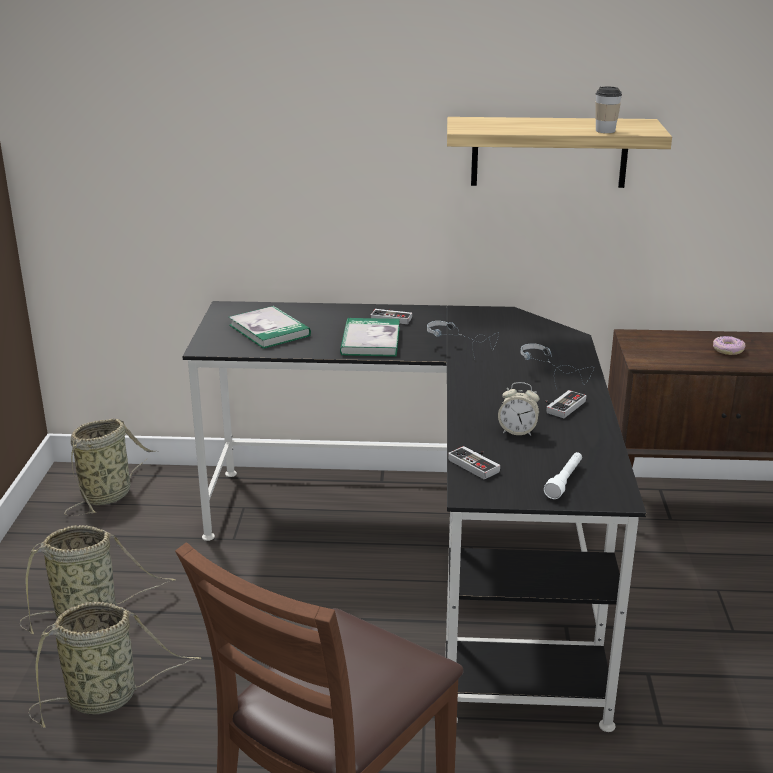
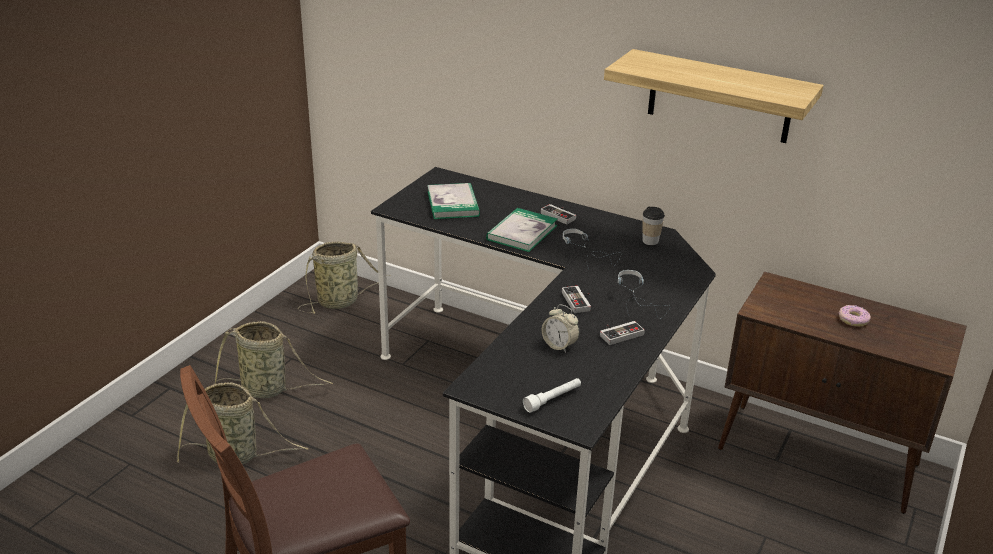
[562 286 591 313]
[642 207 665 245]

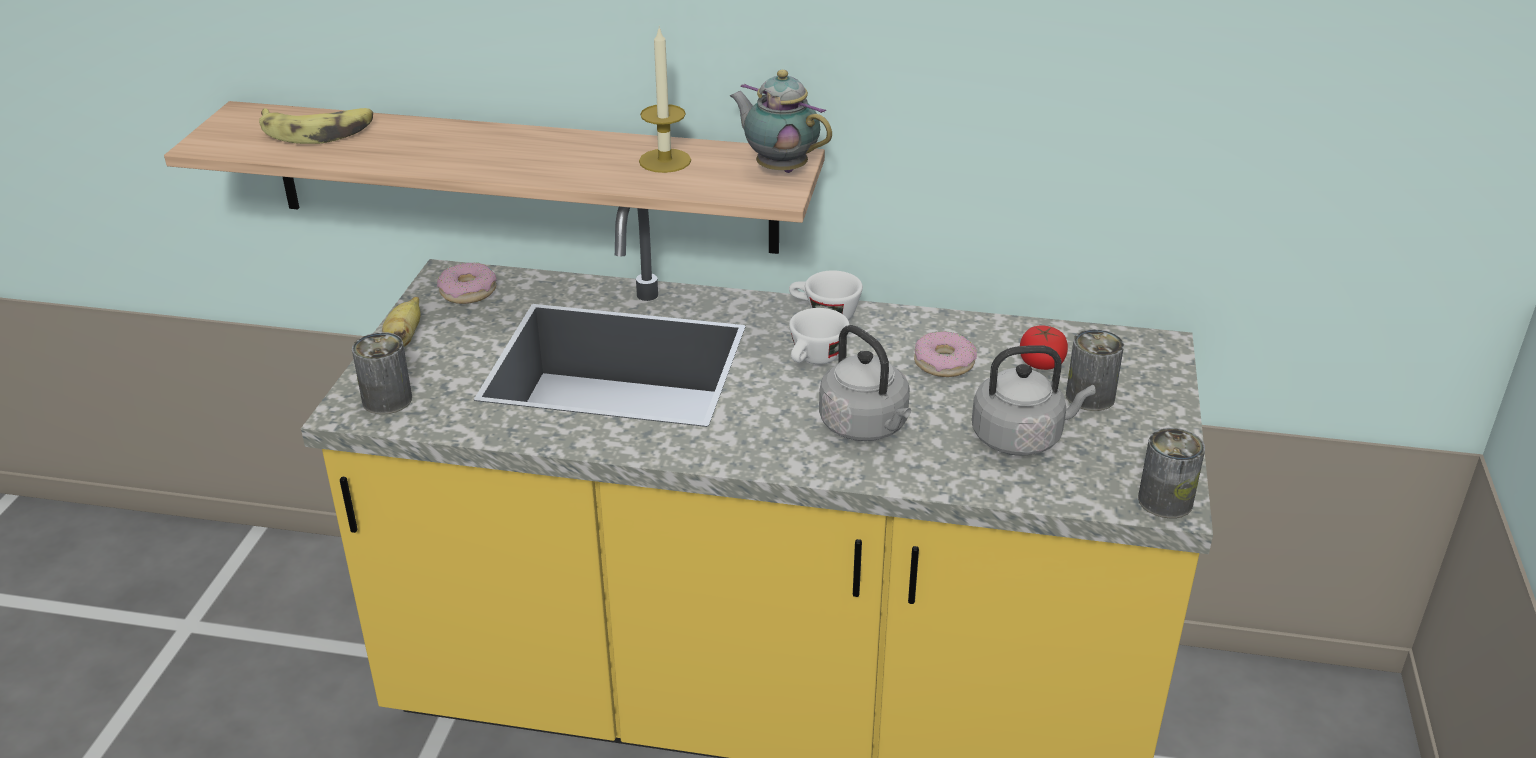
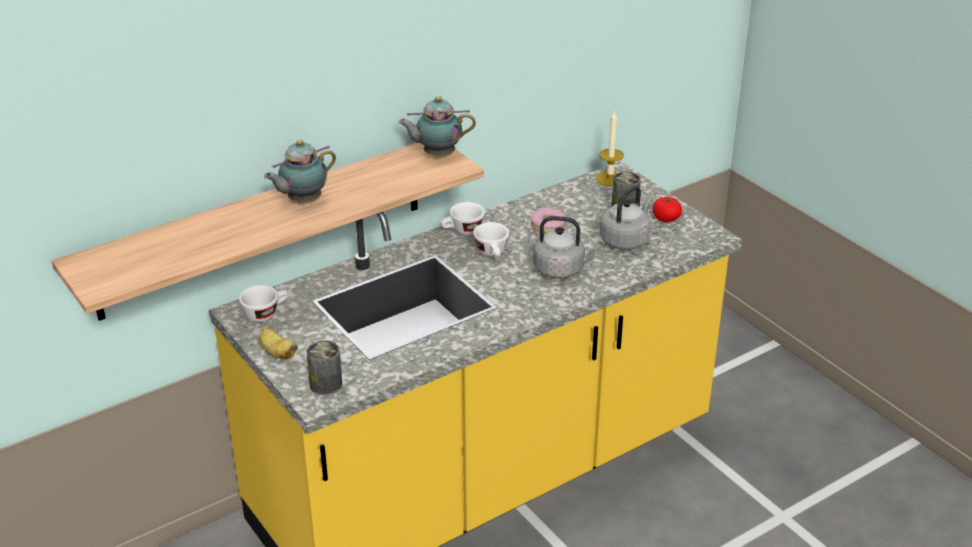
[259 108 373 144] (first image)
[1138 428 1205 518] (first image)
[264 139 336 203]
[596 110 624 187]
[653 197 682 222]
[239 285 288 322]

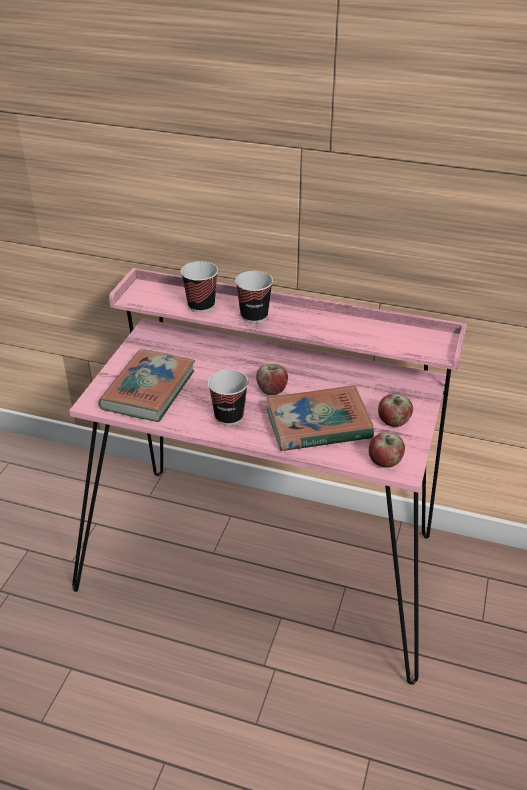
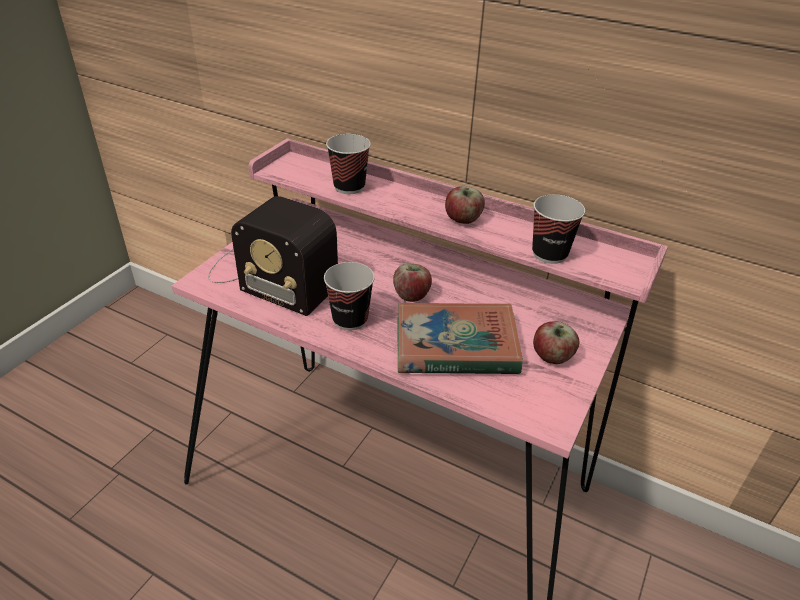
[532 195 585 264]
[445 186 485 224]
[208 196 338 316]

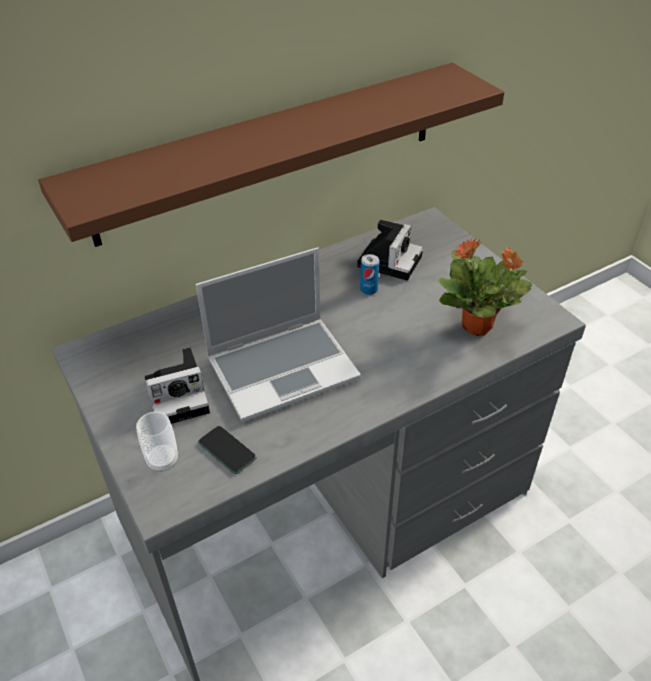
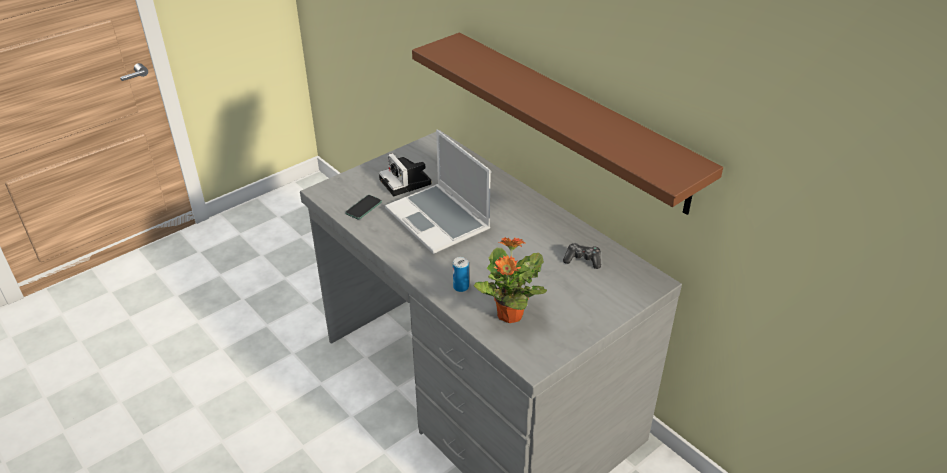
[136 412 178 472] (first image)
[453 257 469 292]
[563 243 601 269]

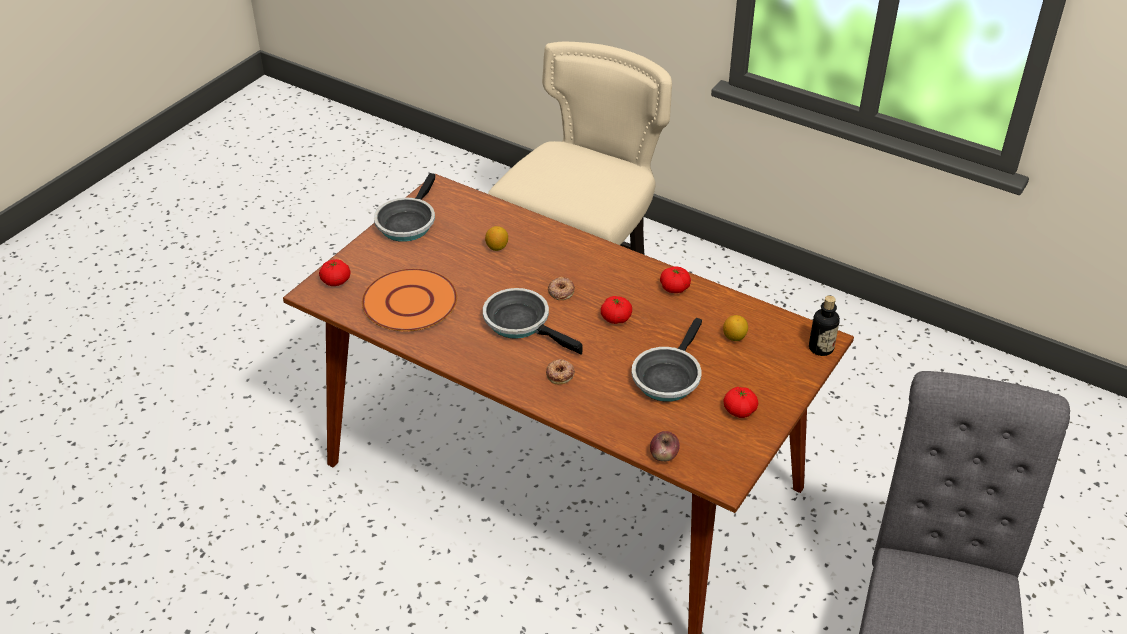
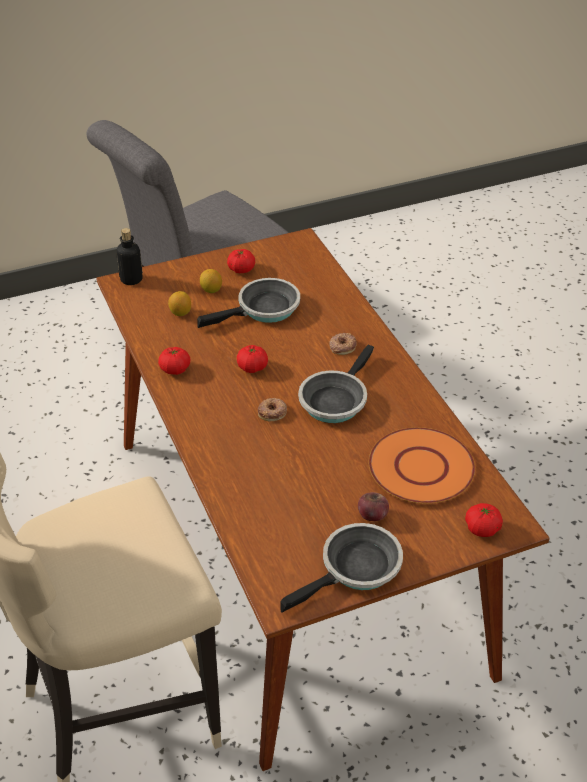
[200 269 222 293]
[358 492 389 521]
[298 345 374 423]

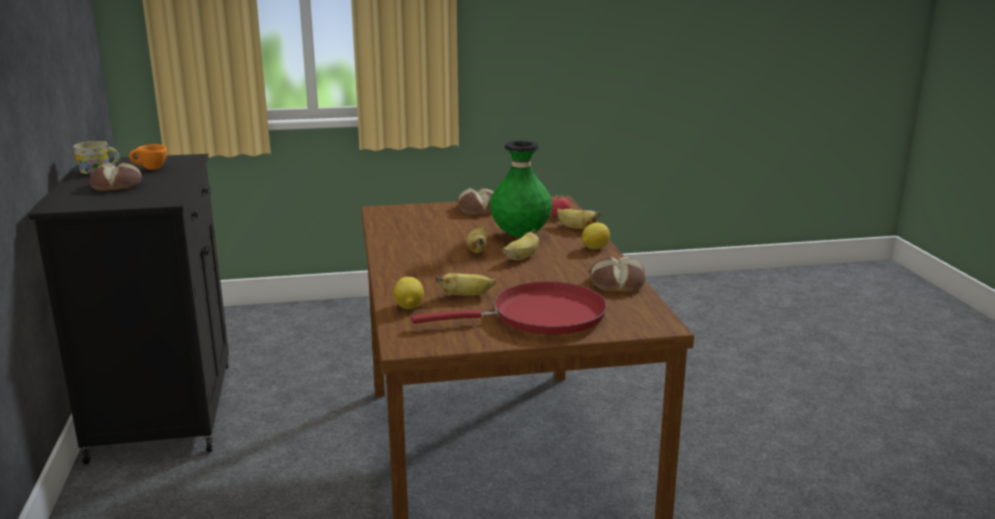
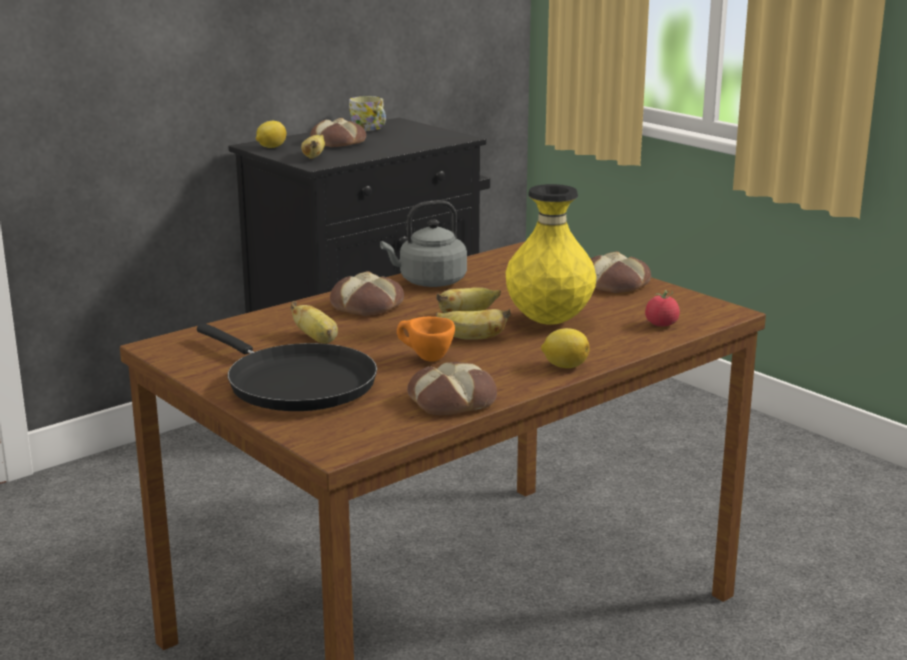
[330 271 404 316]
[380 200 467 287]
[397 317 455 362]
[256 121 286 148]
[301 135 325 159]
[197 324 377 411]
[505 184 597 325]

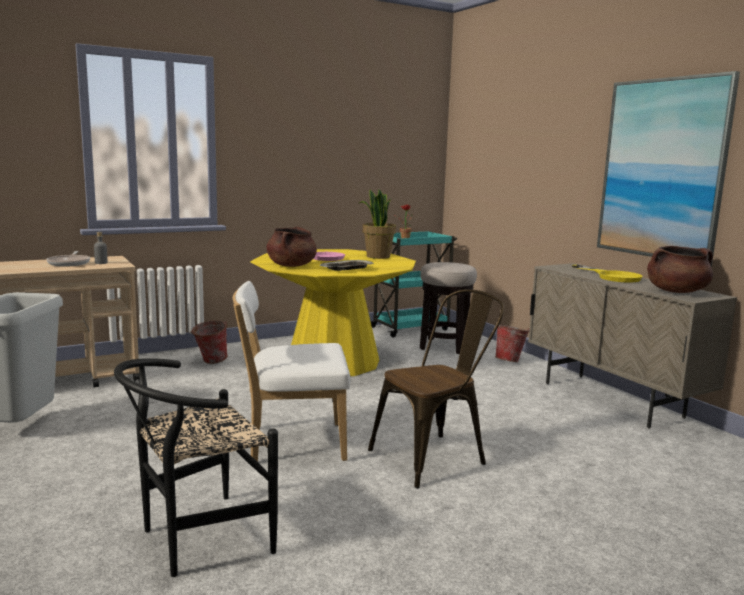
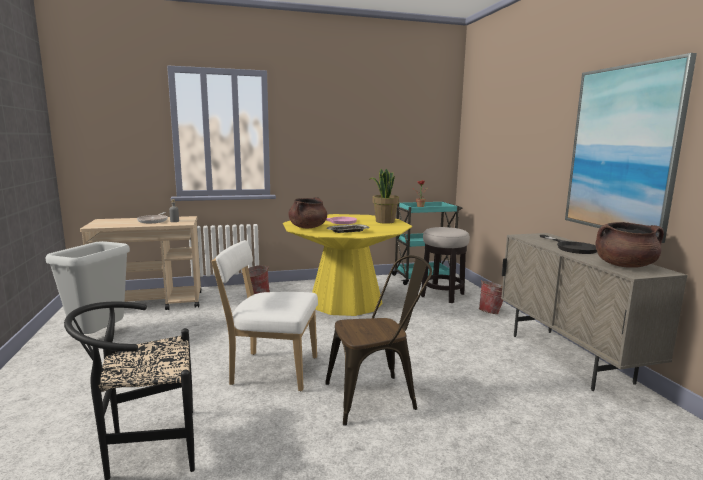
[540 235 597 254]

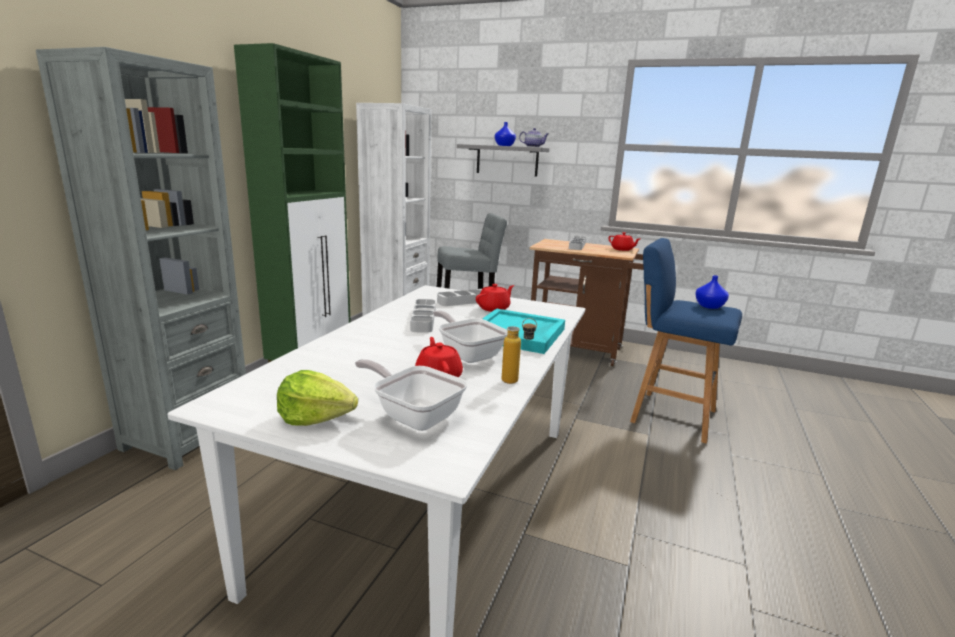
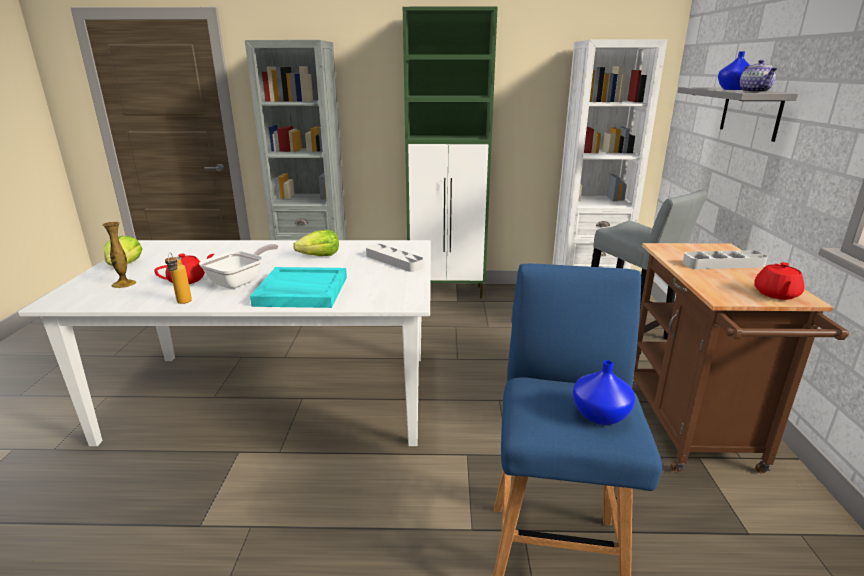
[476 284 514 312] (first image)
[102 222 136 288]
[293 230 339 256]

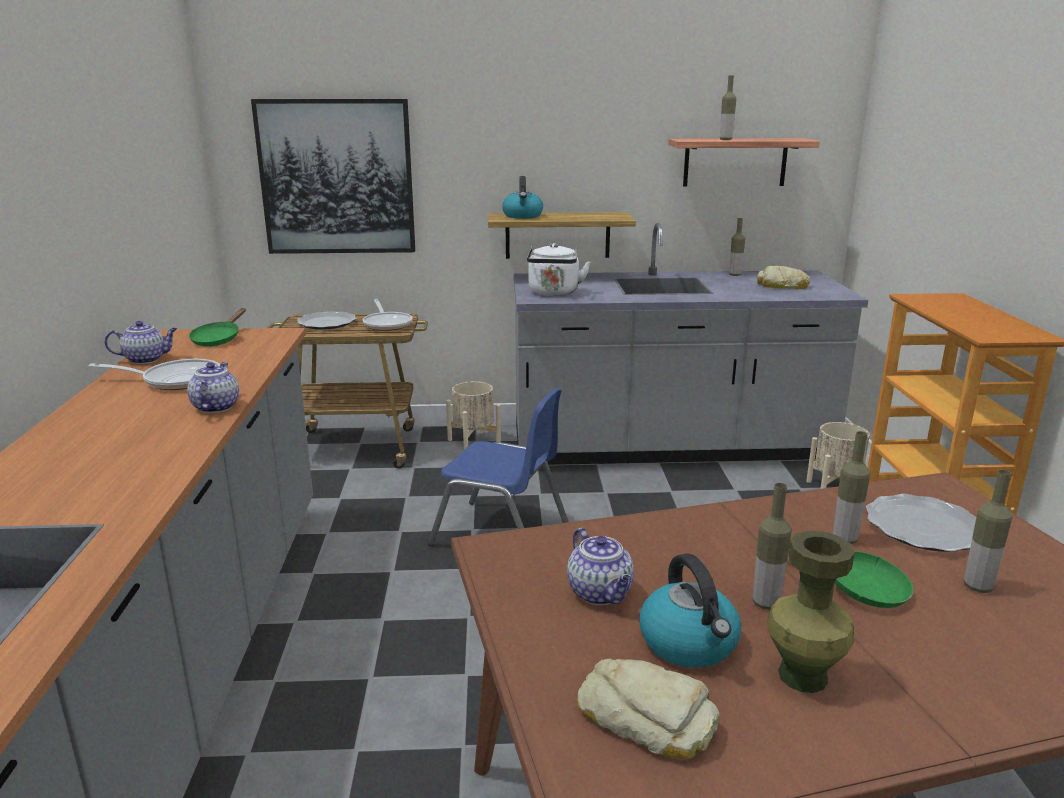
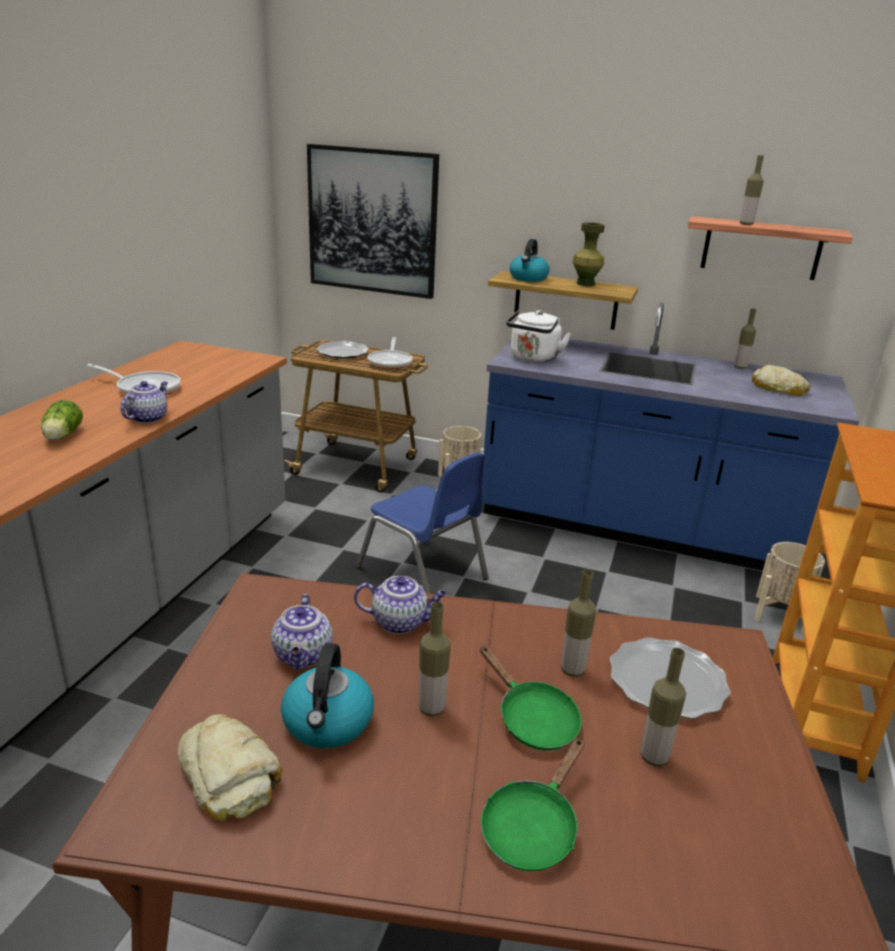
[41 400 83 440]
[354 576 447 634]
[481 737 585 871]
[573 222 605 286]
[482 303 859 571]

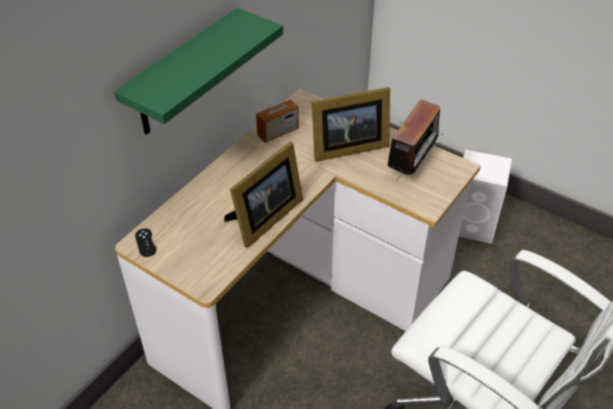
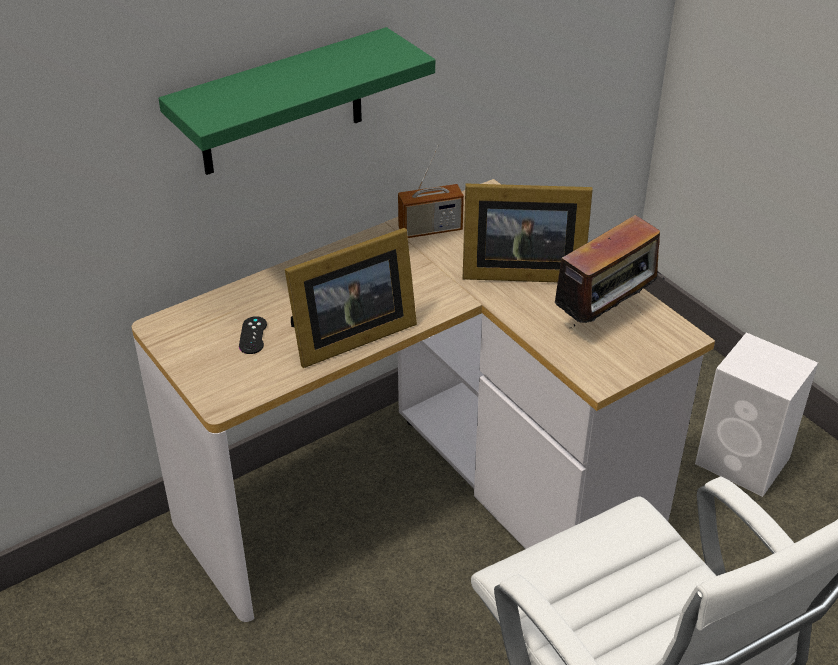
[239 316 267 354]

